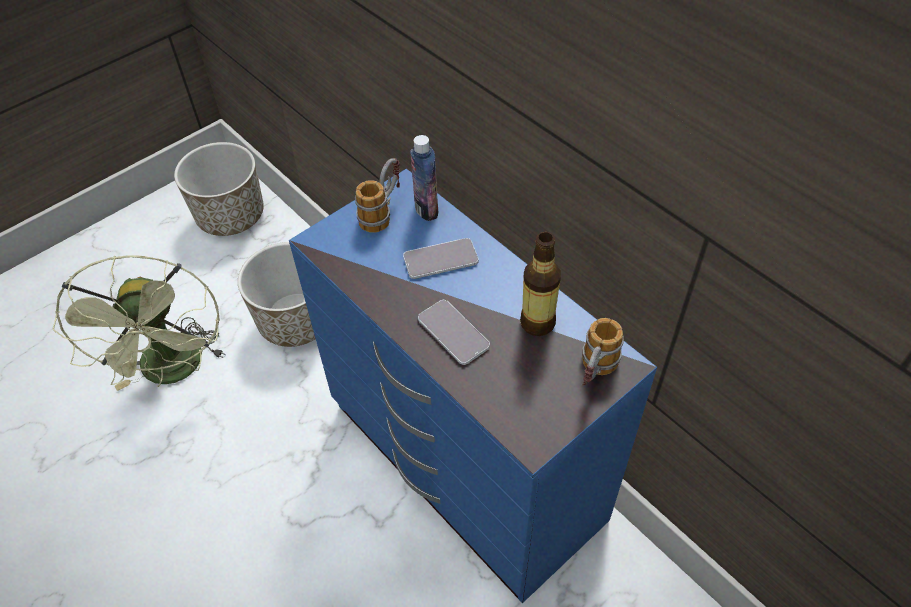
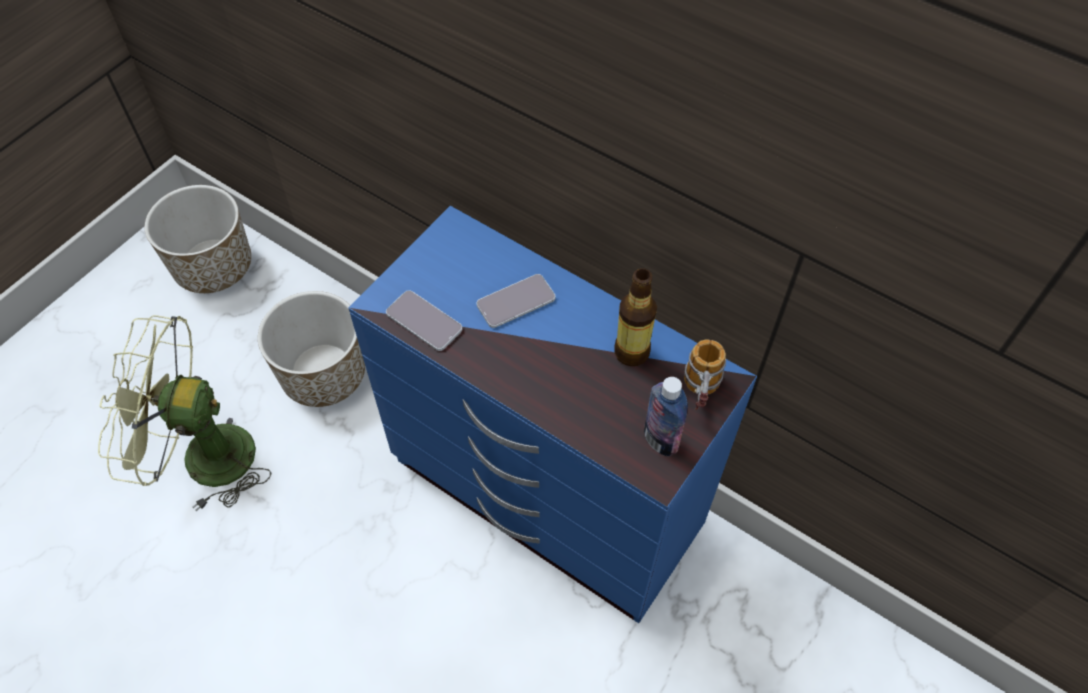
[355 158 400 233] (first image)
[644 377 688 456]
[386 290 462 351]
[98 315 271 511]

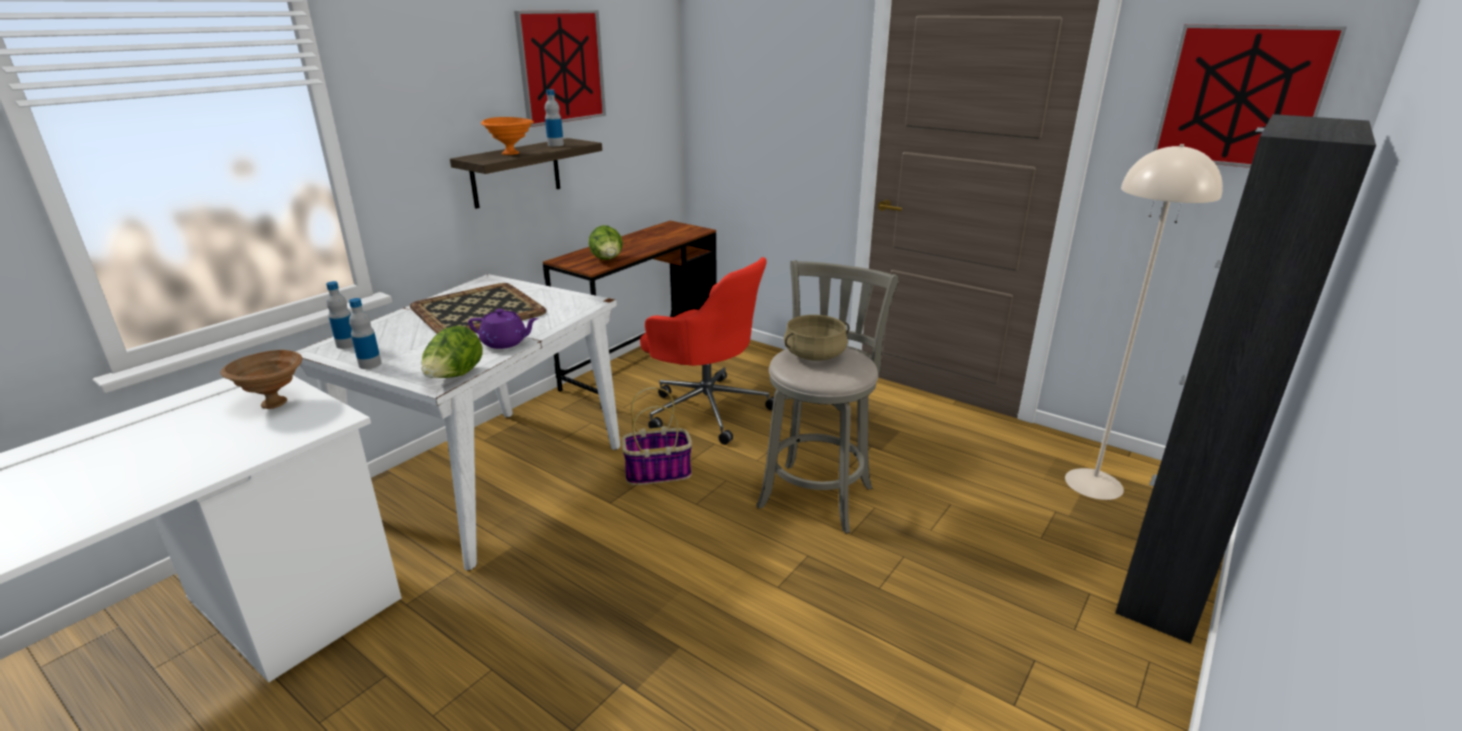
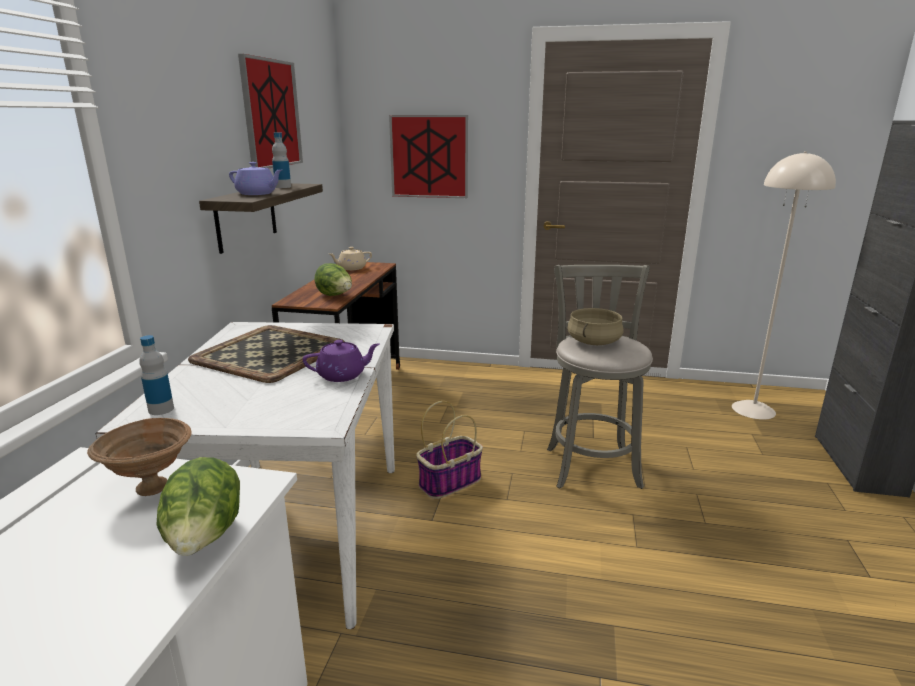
[349 298 381 369] (first image)
[640 257 774 445] (first image)
[329 247 372 270]
[157 457 240 556]
[389 115 468 198]
[229 162 282 195]

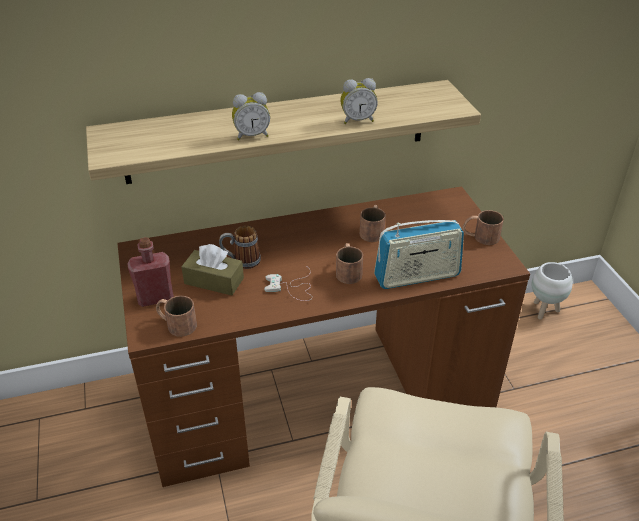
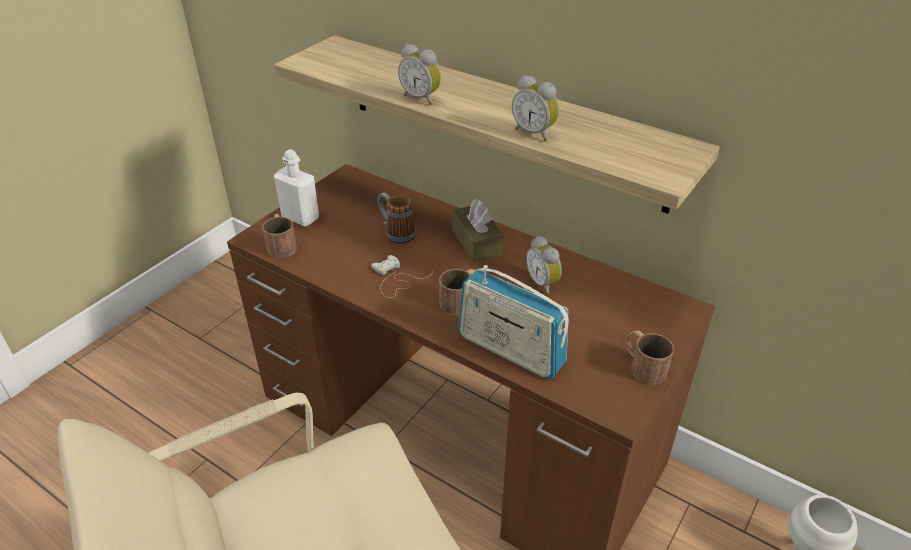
[452 199 503 263]
[526 236 562 295]
[274 149 319 227]

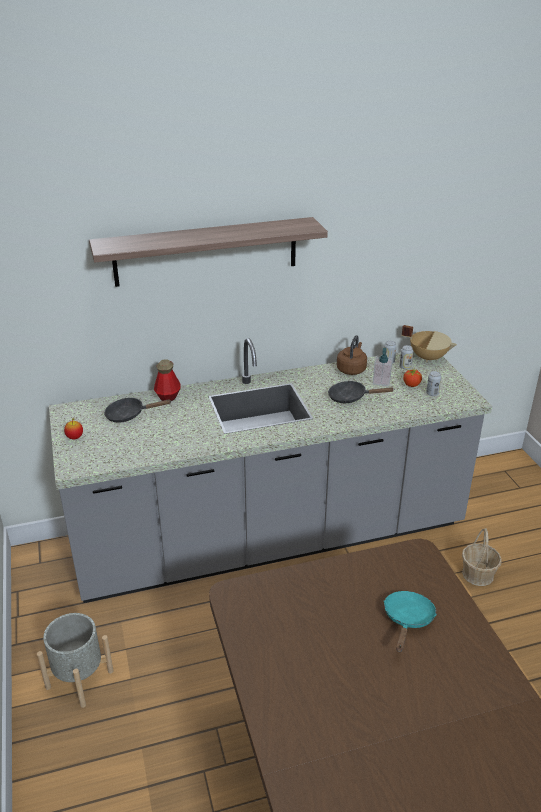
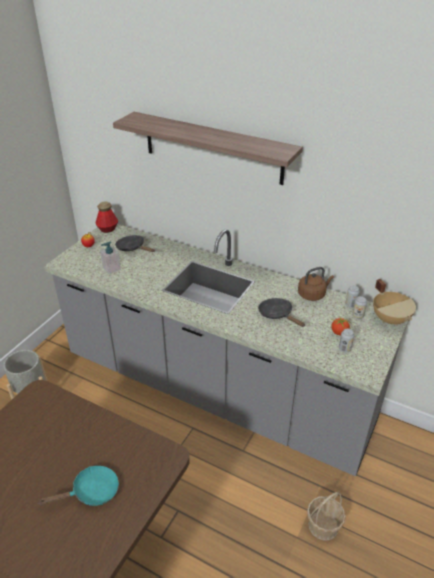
[96 201 118 233]
[100 241 121 274]

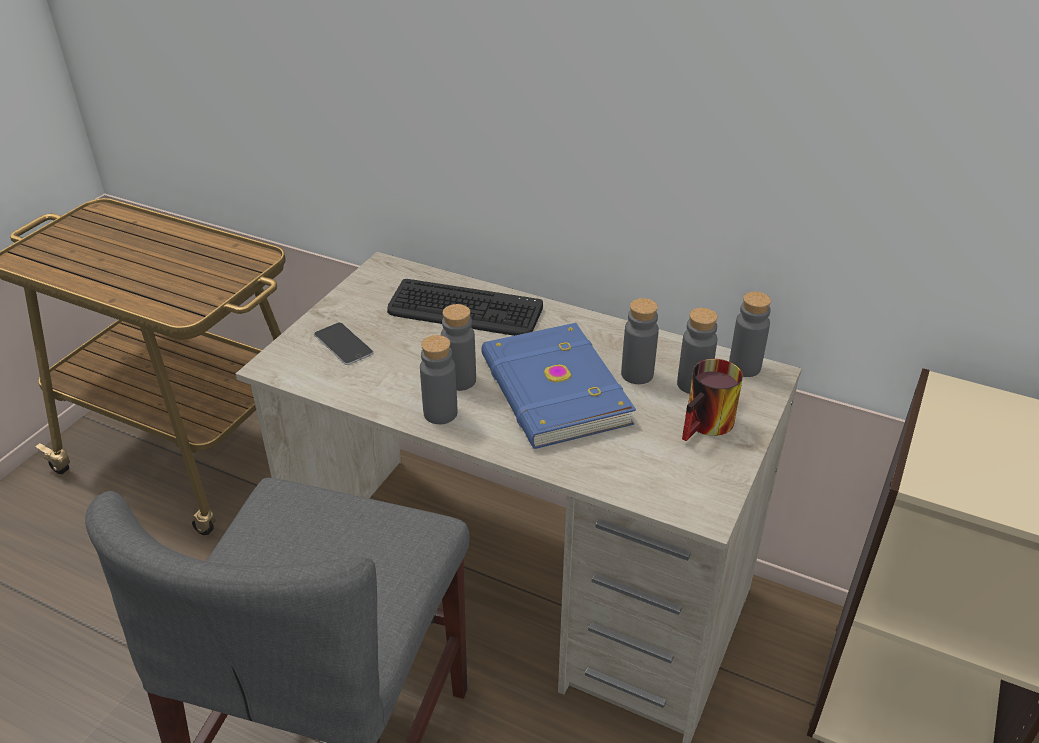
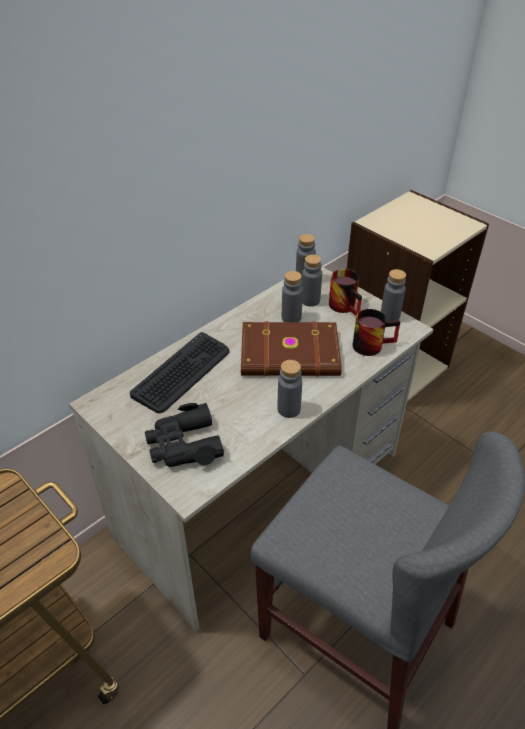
[353 309 400 356]
[381 269 406 321]
[145 403 224 467]
[241 322 342 377]

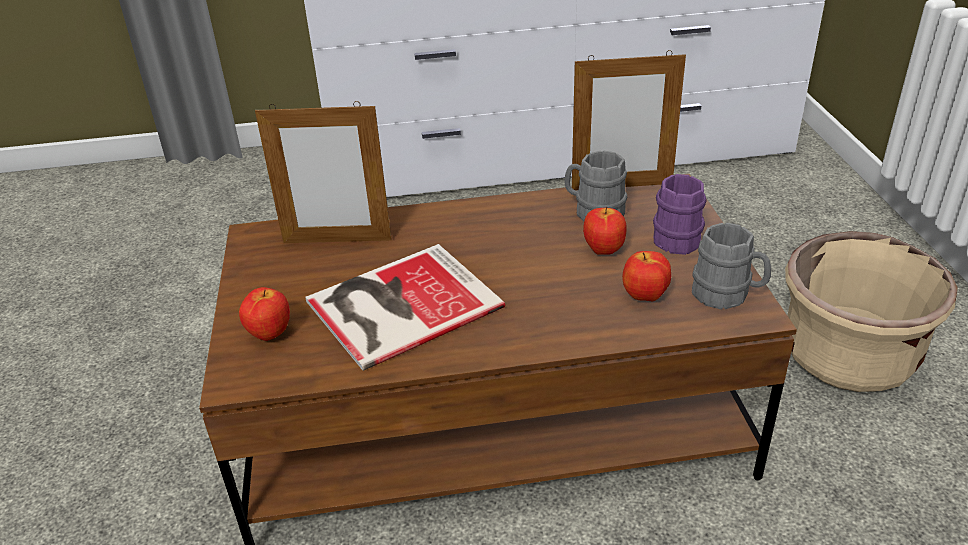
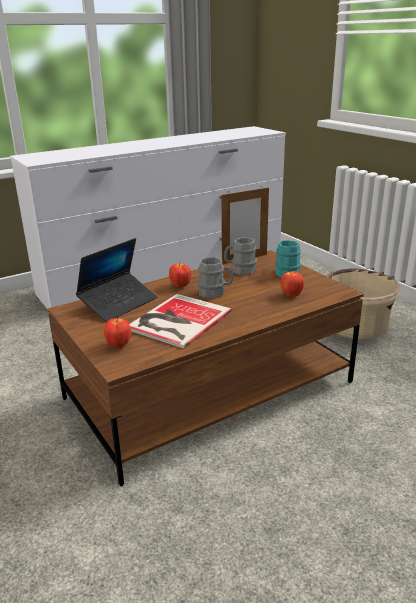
[169 262 191 288]
[197 257 234 298]
[76 238 158 322]
[275 240 301 278]

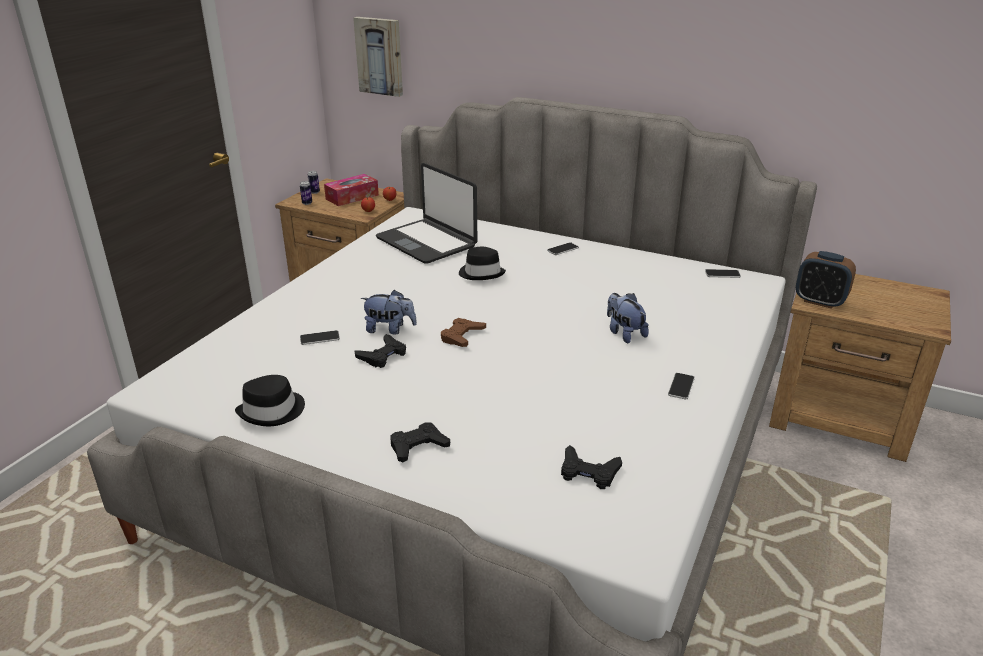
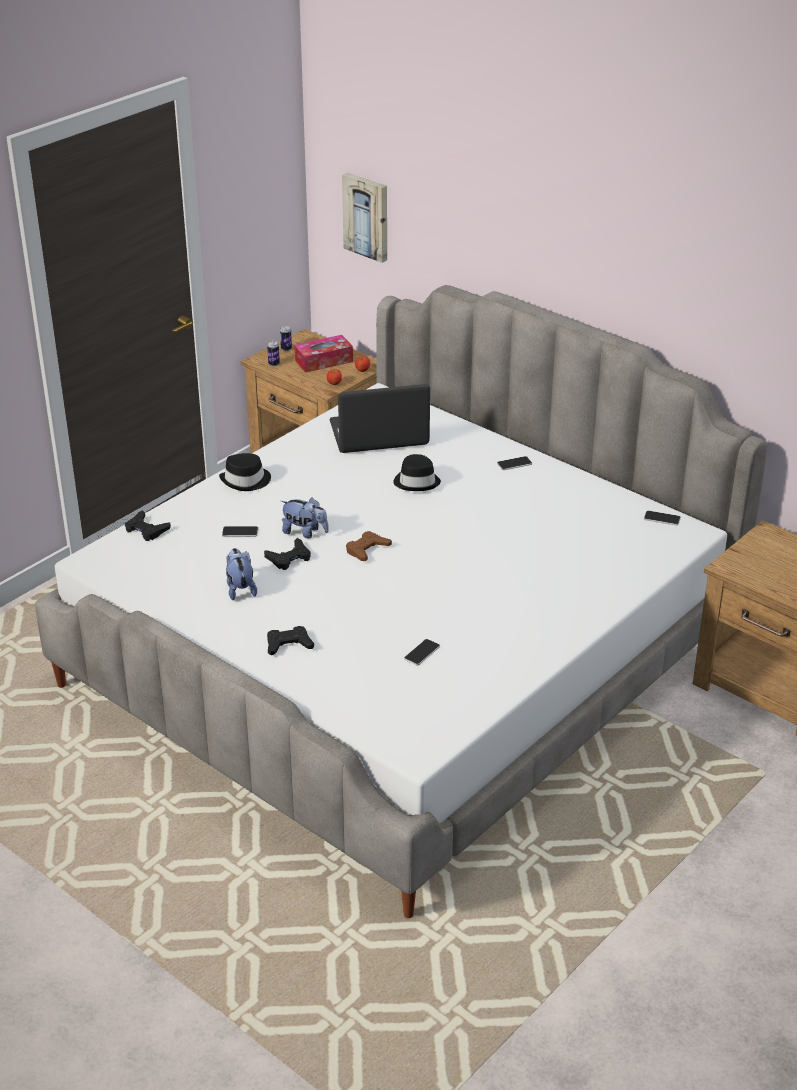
[796 251 856 309] (first image)
[219 453 271 491]
[125 510 171 541]
[226 548 257 600]
[404 639 440 666]
[330 384 430 453]

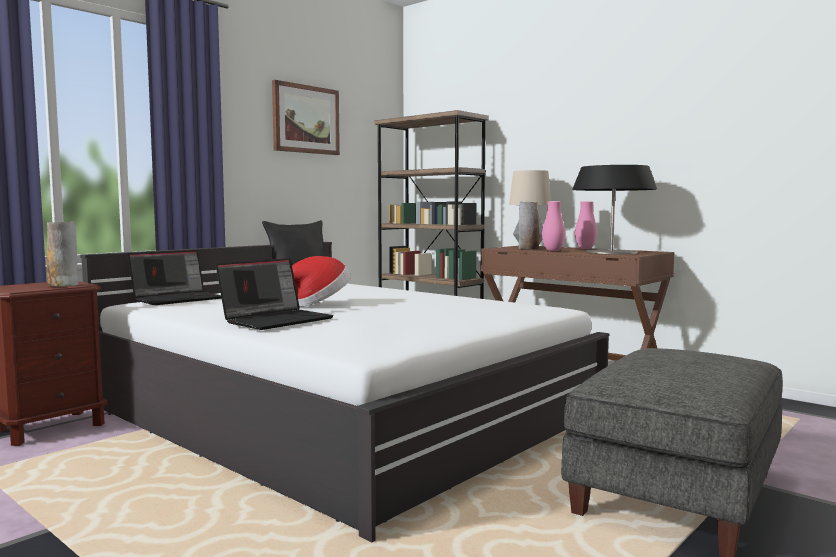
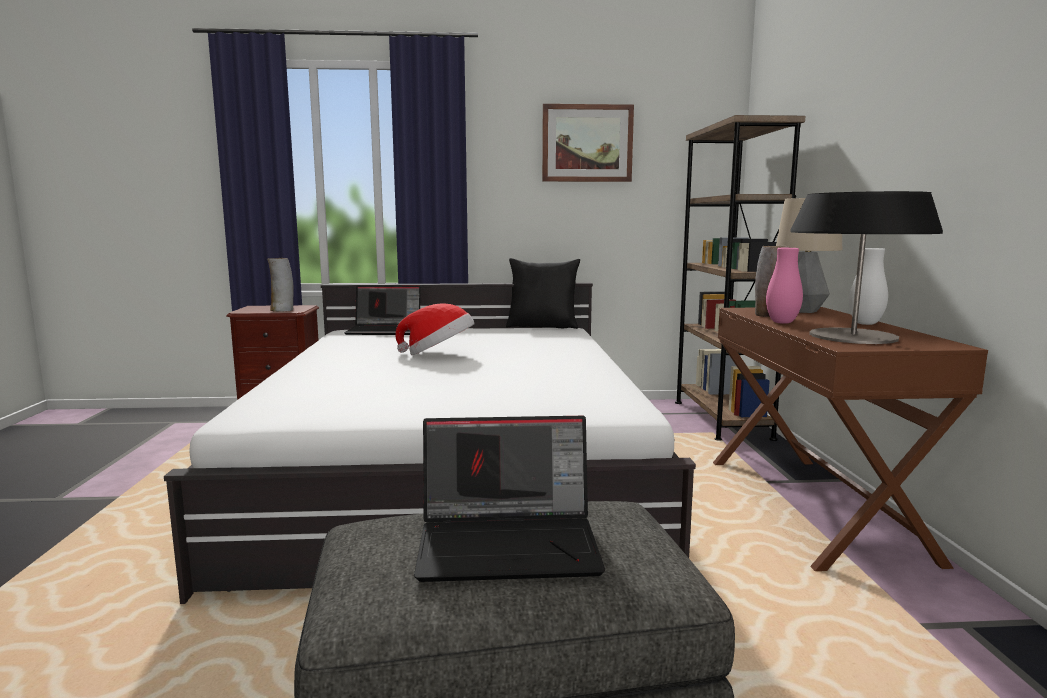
[414 416 605 582]
[849 248 888 325]

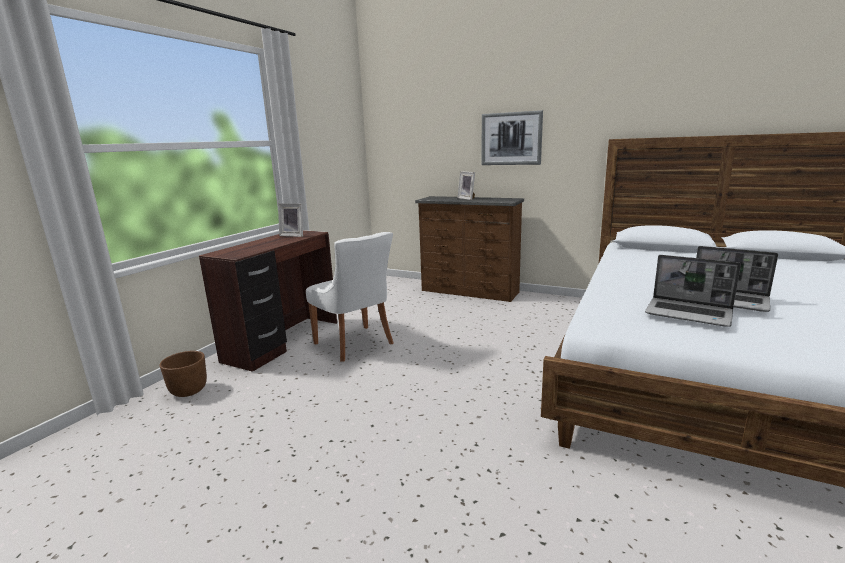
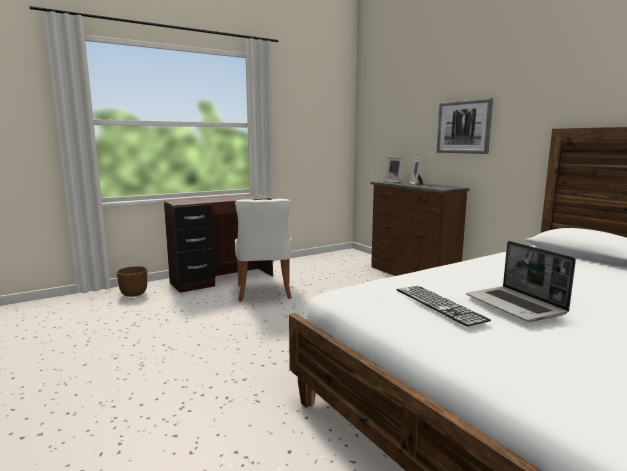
[384 157 404 183]
[397 286 491 327]

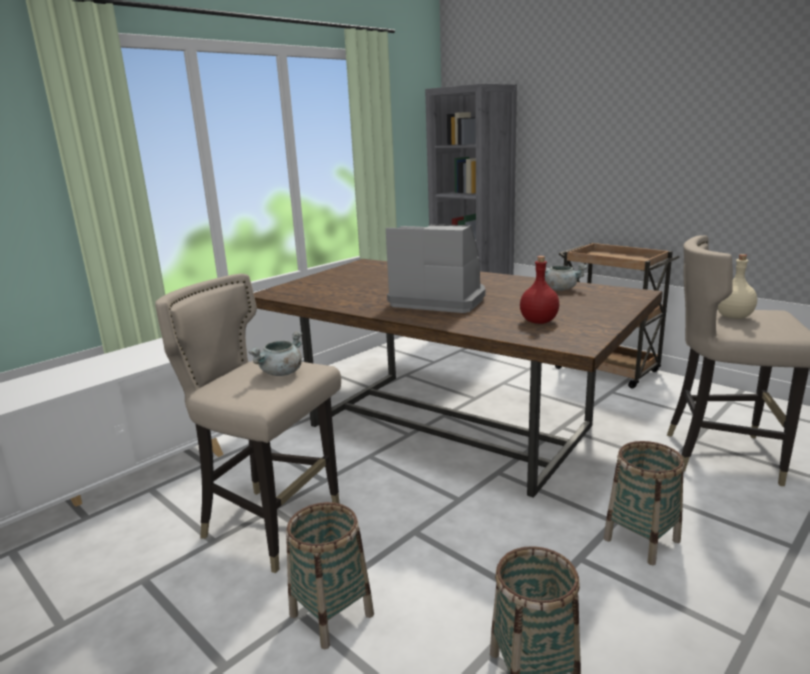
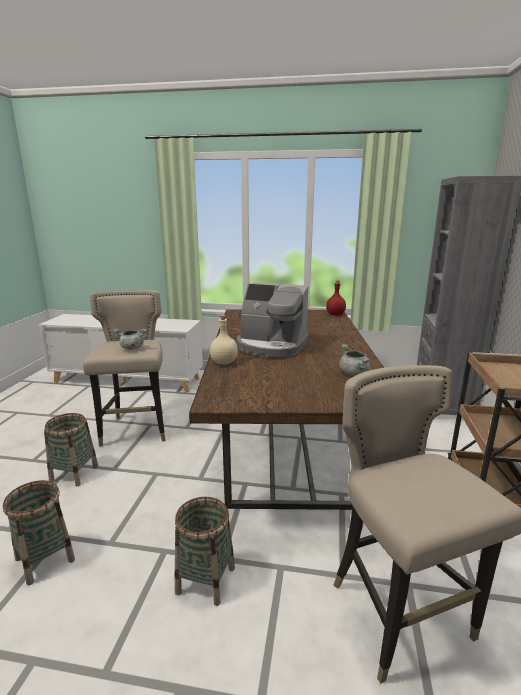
[326 280 346 316]
[210 315 238 364]
[237 282 309 358]

